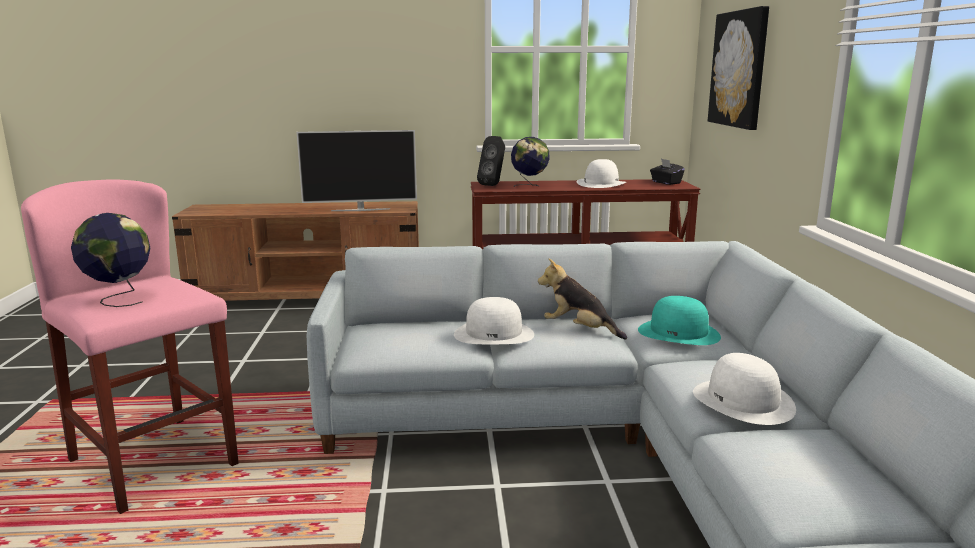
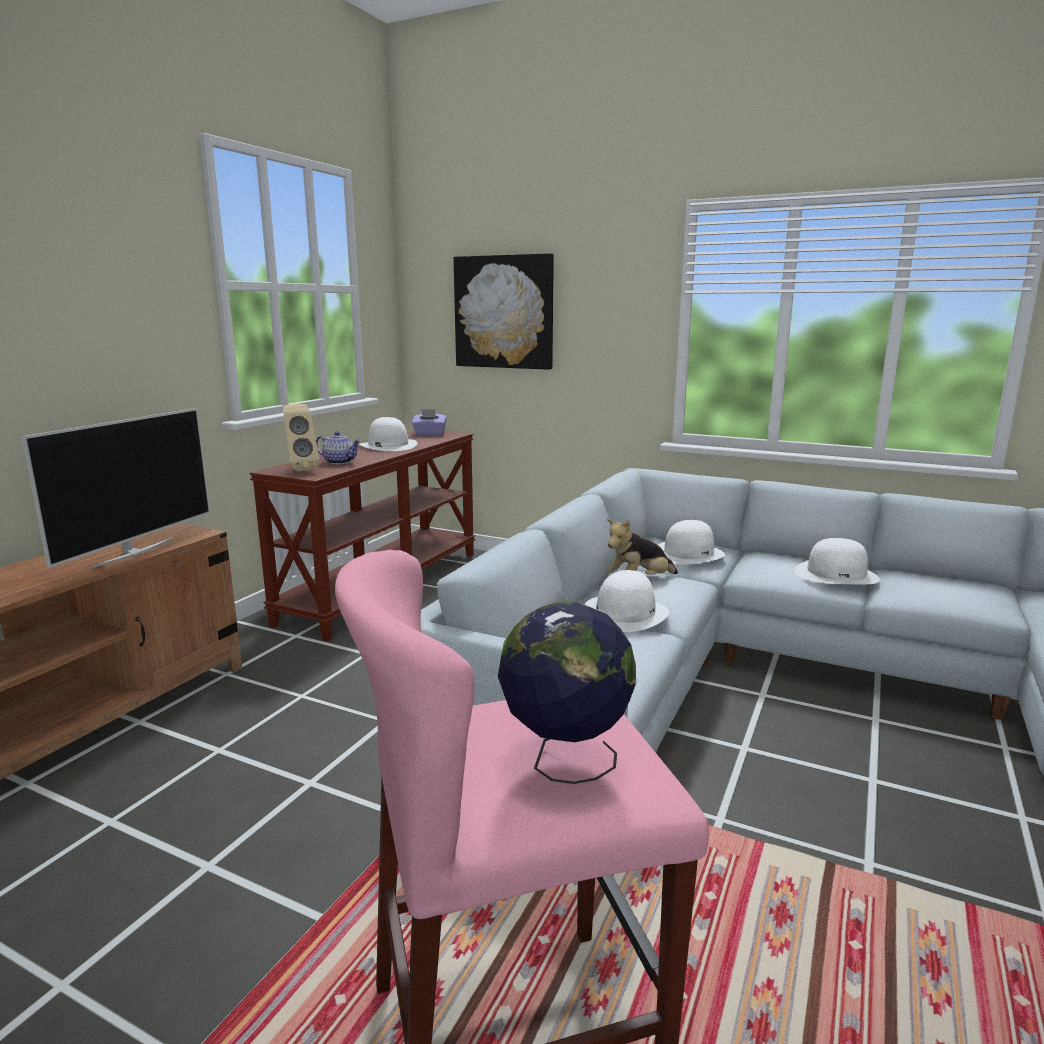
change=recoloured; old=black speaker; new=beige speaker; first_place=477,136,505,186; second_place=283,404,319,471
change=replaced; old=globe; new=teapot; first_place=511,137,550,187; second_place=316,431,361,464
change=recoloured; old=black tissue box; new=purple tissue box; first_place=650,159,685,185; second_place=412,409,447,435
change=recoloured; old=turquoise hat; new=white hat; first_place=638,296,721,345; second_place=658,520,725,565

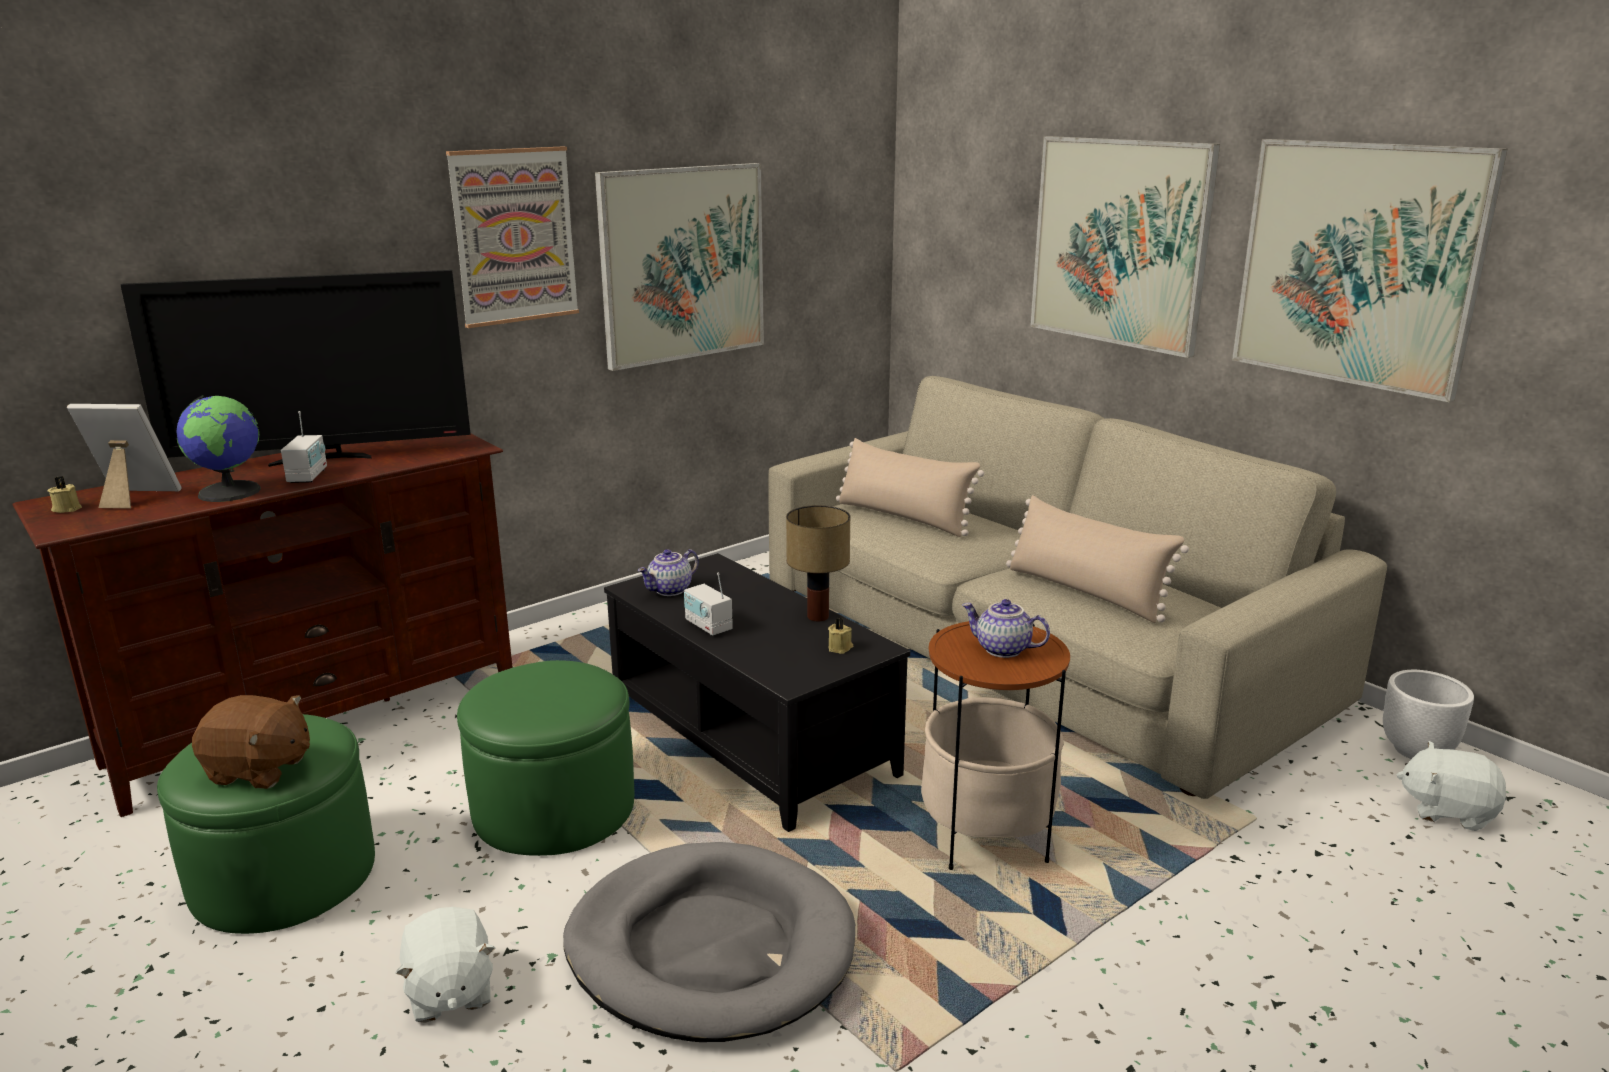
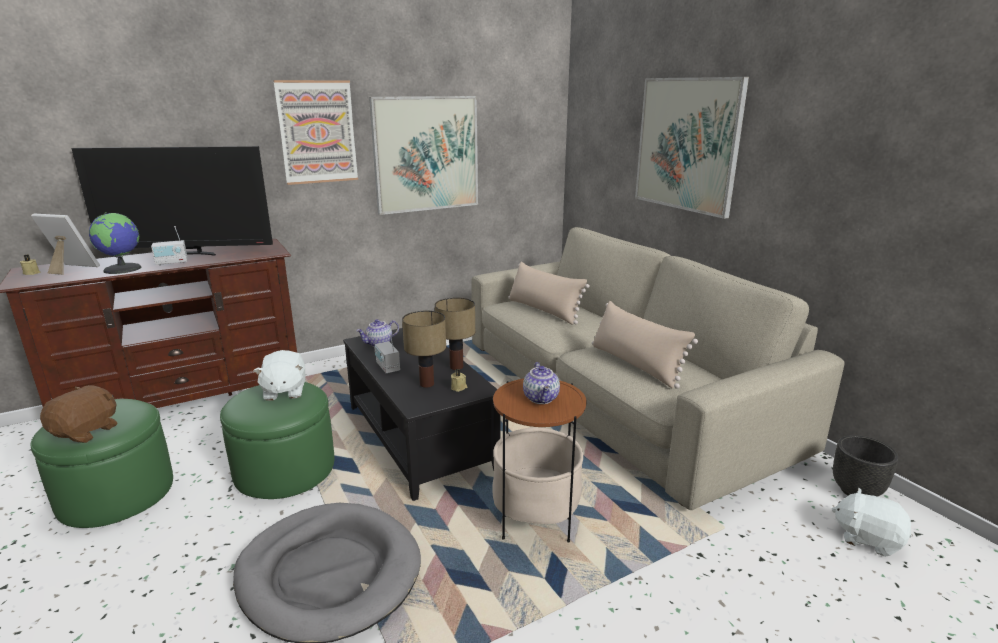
change=removed; old=picture; first_place=1232,139,1508,402
change=turned; old=radio; first_place=281,411,327,483; second_place=151,226,188,266; degrees=60
change=turned; old=teapot; first_place=962,599,1050,658; second_place=523,362,560,404; degrees=-135
change=recoloured; old=white planter; new=black planter; first_place=1383,670,1474,759; second_place=833,435,899,497
change=turned; old=brown plush toy; first_place=192,695,310,789; second_place=40,385,117,443; degrees=-90
change=moved; old=white plush toy; first_place=395,907,495,1023; second_place=253,350,305,401
change=added; new=table lamp; second_place=402,311,446,387

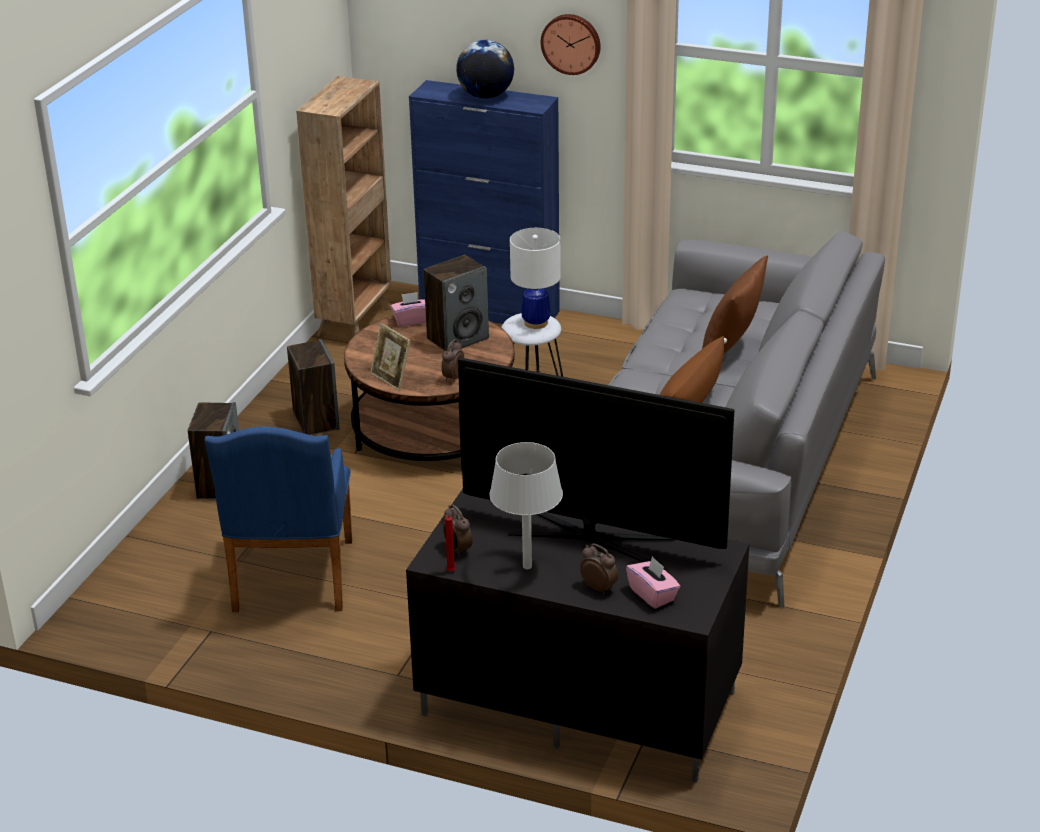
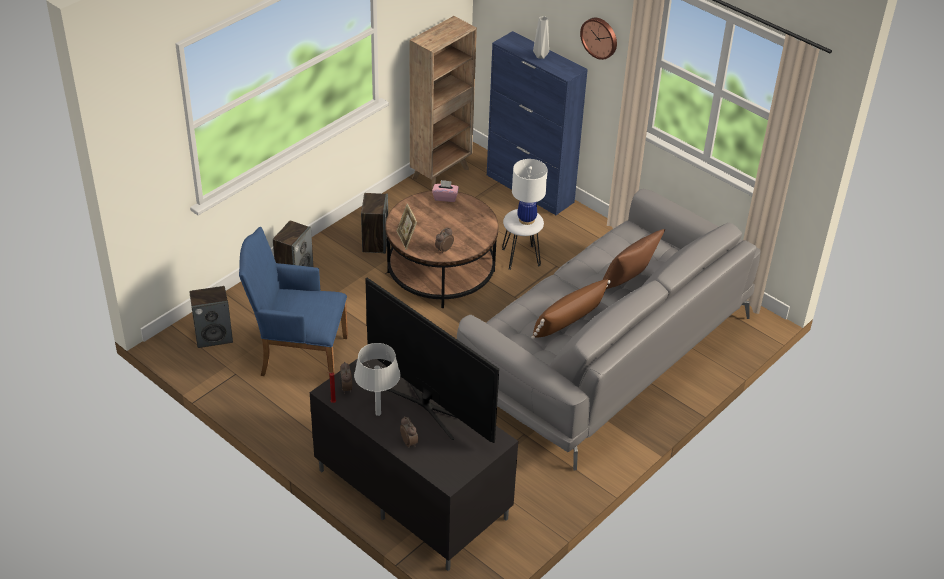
change=replaced; old=globe; new=grey vase; first_place=456,40,514,98; second_place=533,16,549,59
change=moved; old=speaker; first_place=424,255,489,351; second_place=189,286,233,348
change=turned; old=blue armchair; first_place=205,426,352,612; second_place=239,227,348,377; degrees=75
change=removed; old=pink tissue box; first_place=626,556,680,609

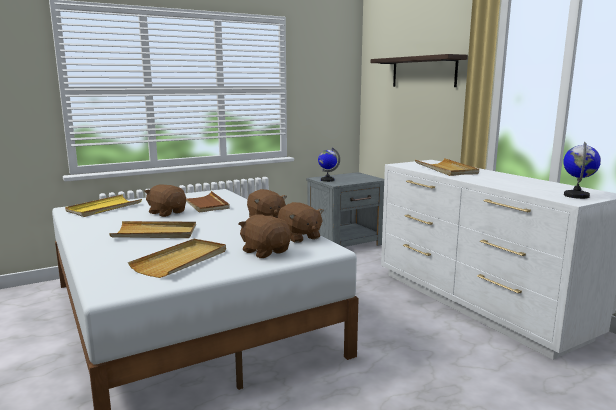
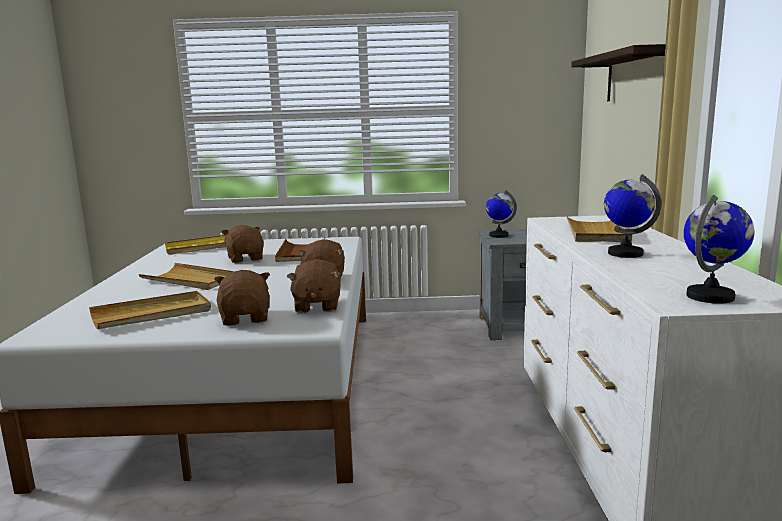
change=added; new=globe; second_place=604,174,661,258

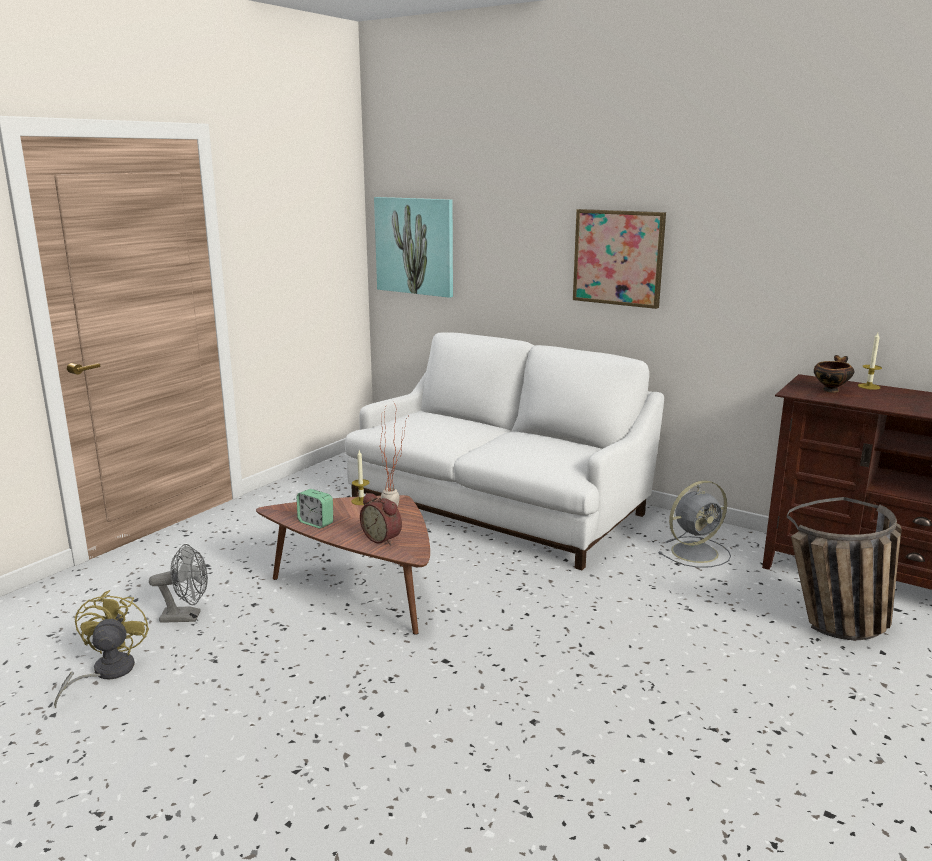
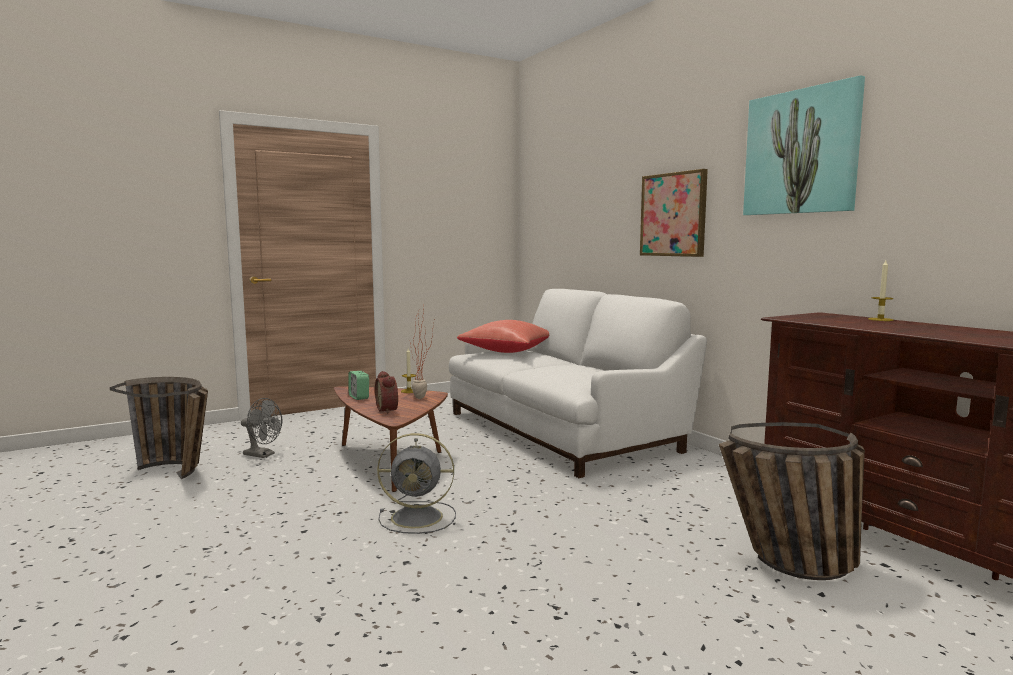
change=moved; old=picture; first_place=374,197,453,298; second_place=743,75,865,215
change=removed; old=bowl; first_place=814,355,854,393
change=moved; old=grey fan; first_place=658,481,731,568; second_place=377,433,456,534
change=replaced; old=yellow fan; new=basket; first_place=54,590,149,708; second_place=110,377,208,479
change=added; new=red pillow; second_place=457,320,549,353

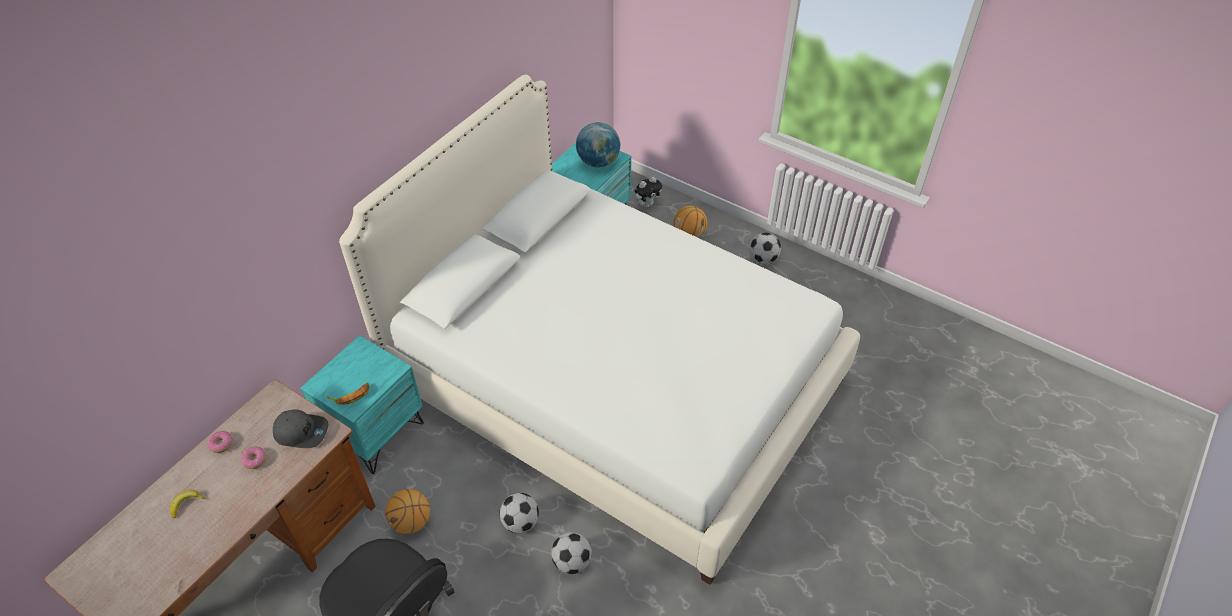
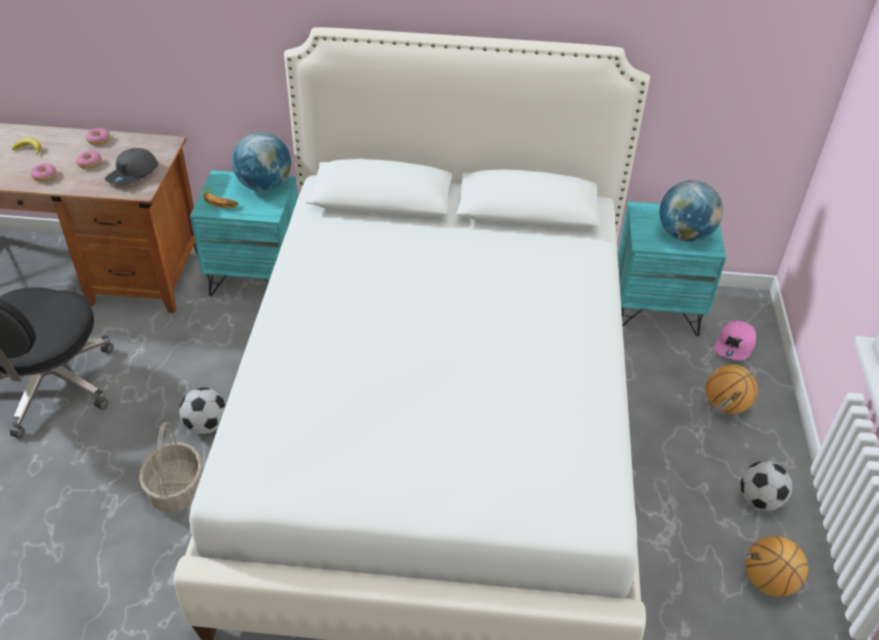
change=replaced; old=plush toy; new=pink cap; first_place=635,176,662,208; second_place=714,321,756,360
change=turned; old=grey cap; first_place=273,409,328,448; second_place=105,148,158,185; degrees=45
change=moved; old=basketball; first_place=385,489,430,534; second_place=746,536,808,597
change=replaced; old=football; new=basket; first_place=551,532,592,574; second_place=139,422,203,512
change=added; new=globe; second_place=232,132,291,192
change=added; new=donut; second_place=30,163,57,182

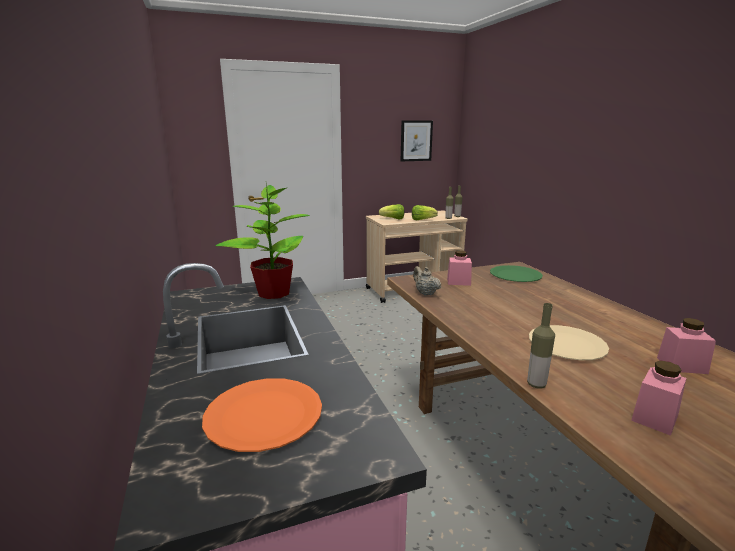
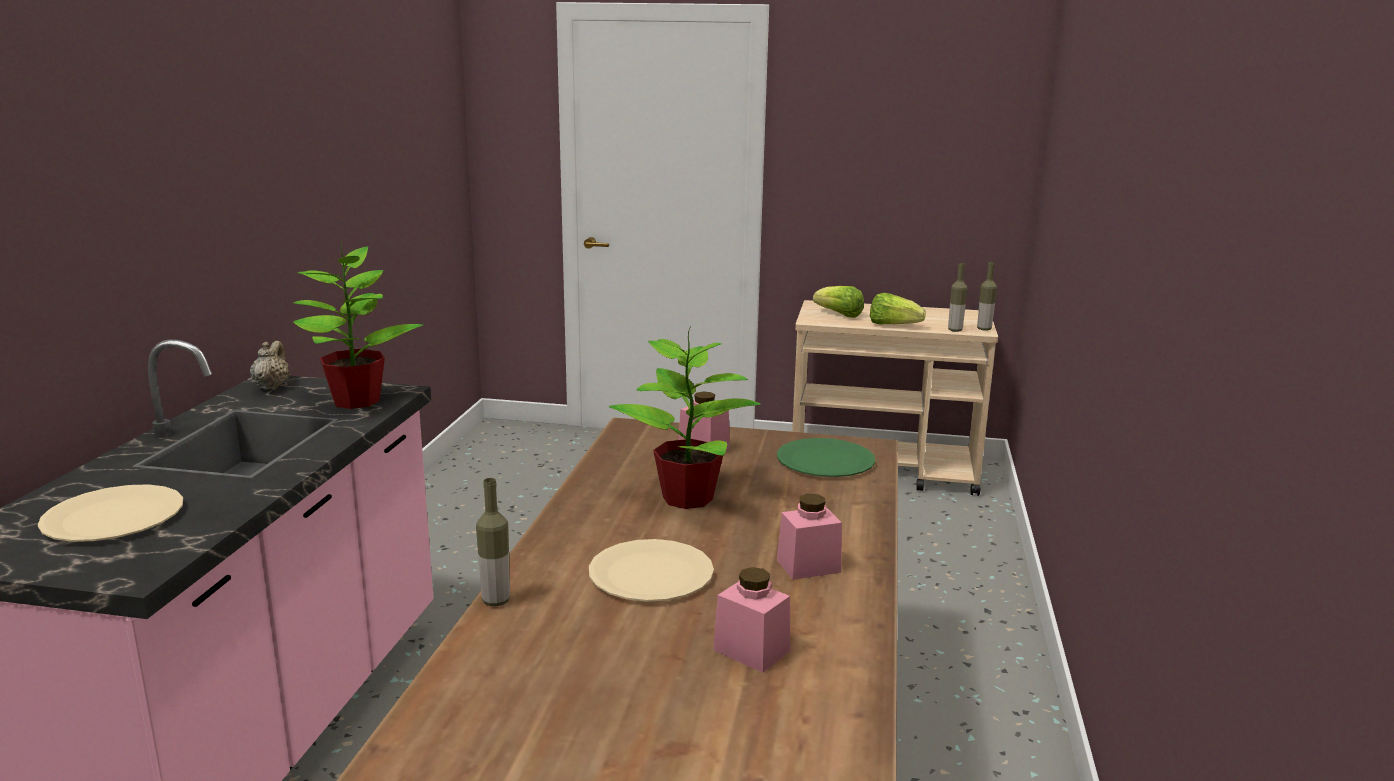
change=removed; old=picture; first_place=401,120,433,161
change=moved; old=beige teapot; first_place=413,266,441,295; second_place=250,341,290,390
change=moved; old=pink jar; first_place=631,360,686,436; second_place=777,494,842,580
change=recoloured; old=orange plate; new=beige plate; first_place=202,378,322,452; second_place=38,484,183,542
change=added; new=potted plant; second_place=609,326,760,509

